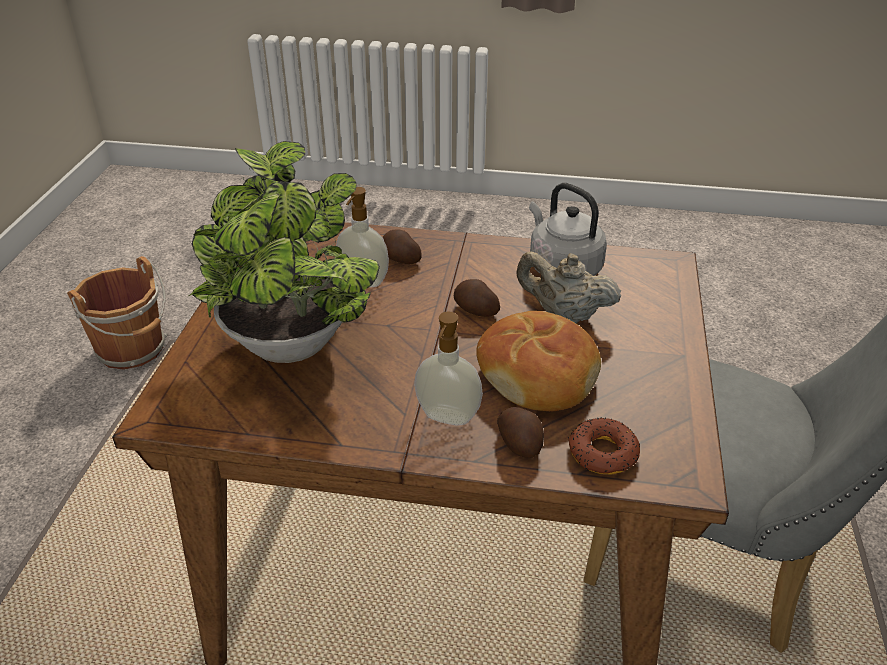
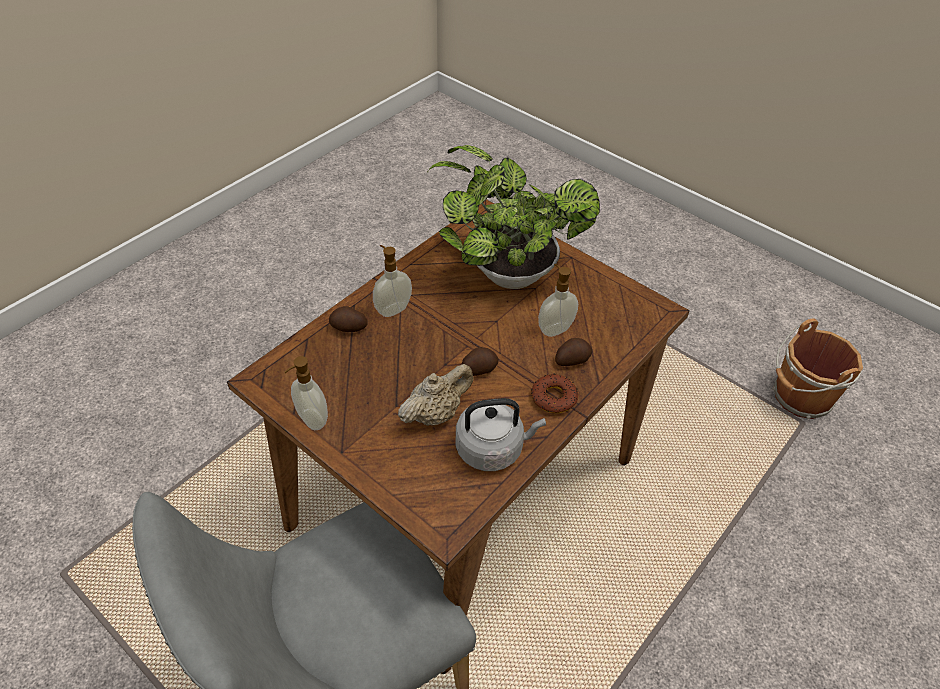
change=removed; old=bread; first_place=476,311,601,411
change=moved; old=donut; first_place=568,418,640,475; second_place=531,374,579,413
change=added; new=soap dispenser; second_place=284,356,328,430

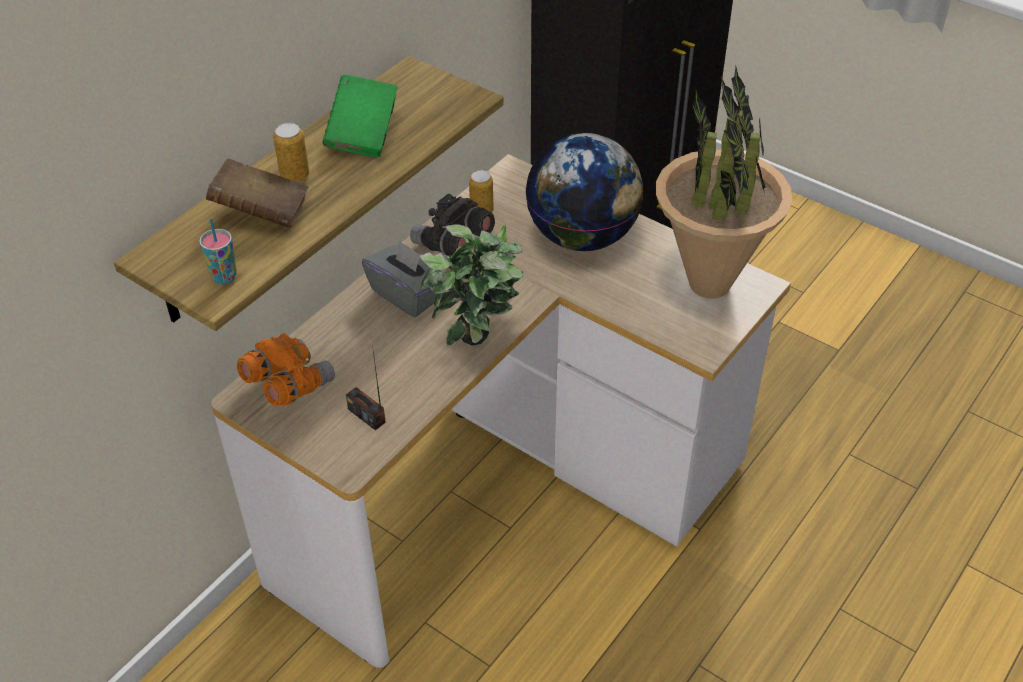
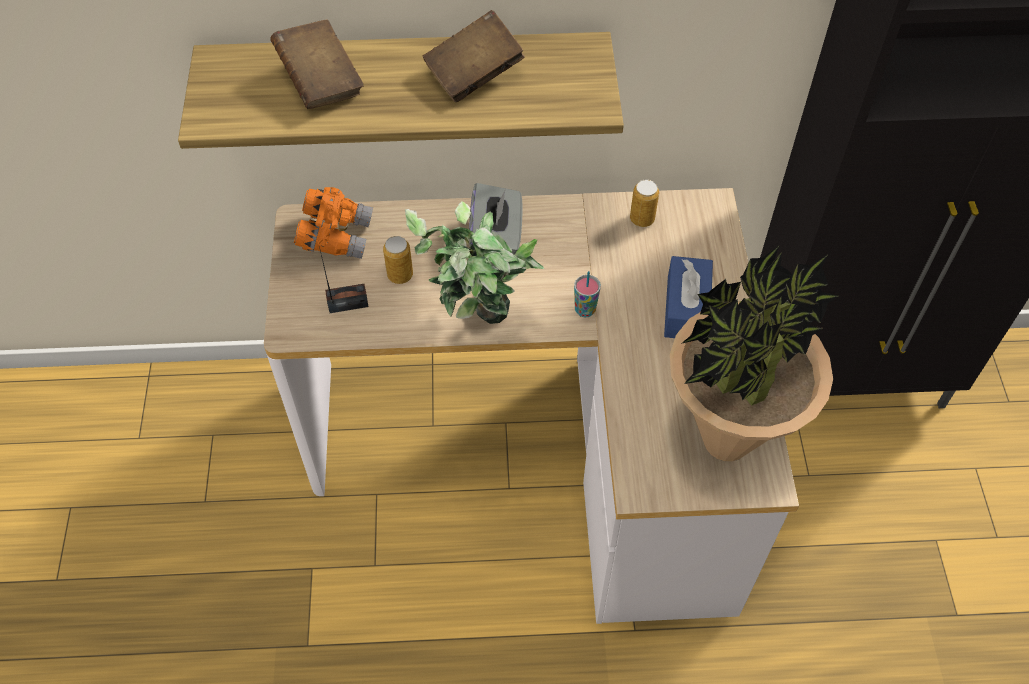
change=recoloured; old=green book; new=brown book; first_place=323,75,398,157; second_place=423,10,525,102
change=moved; old=can; first_place=273,123,309,182; second_place=383,236,413,284
change=replaced; old=globe; new=blue tissue box; first_place=525,133,644,251; second_place=664,256,713,338
change=removed; old=grey binoculars; first_place=410,193,495,256
change=moved; old=cup; first_place=199,219,237,285; second_place=574,271,601,318
change=turned; old=radio; first_place=346,344,386,430; second_place=319,246,369,313; degrees=75

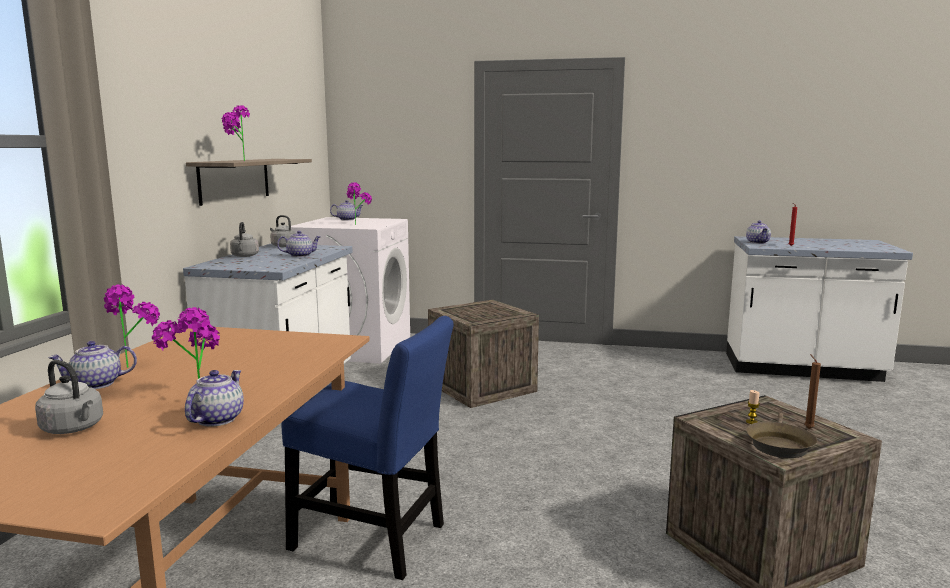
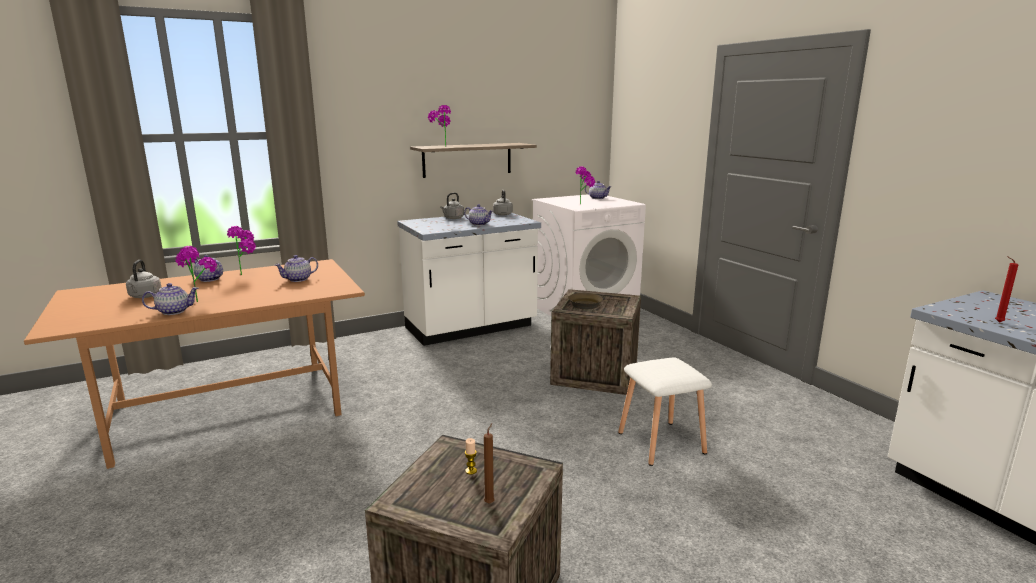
change=moved; old=teapot; first_place=746,220,771,244; second_place=275,255,318,282
change=removed; old=blue chair; first_place=281,316,454,580
change=moved; old=brown frying pan; first_place=746,413,817,458; second_place=568,293,626,309
change=added; new=white stool; second_place=618,357,712,466

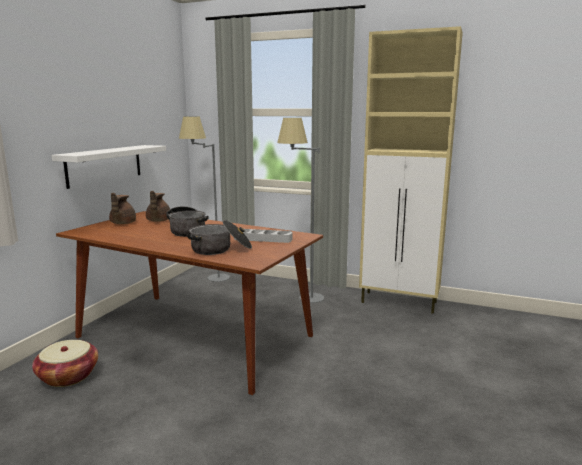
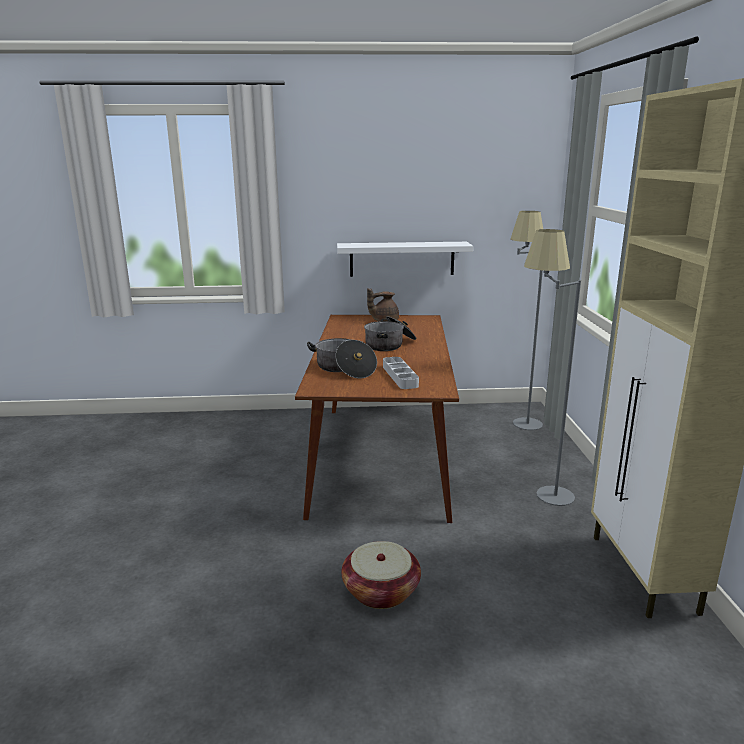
change=removed; old=brown teapot; first_place=146,191,170,222
change=moved; old=basket; first_place=32,340,98,387; second_place=342,541,421,609

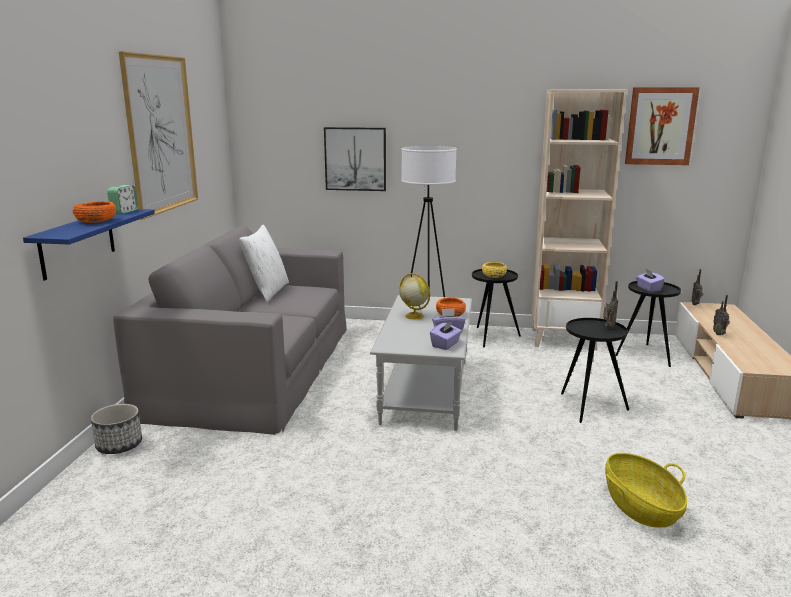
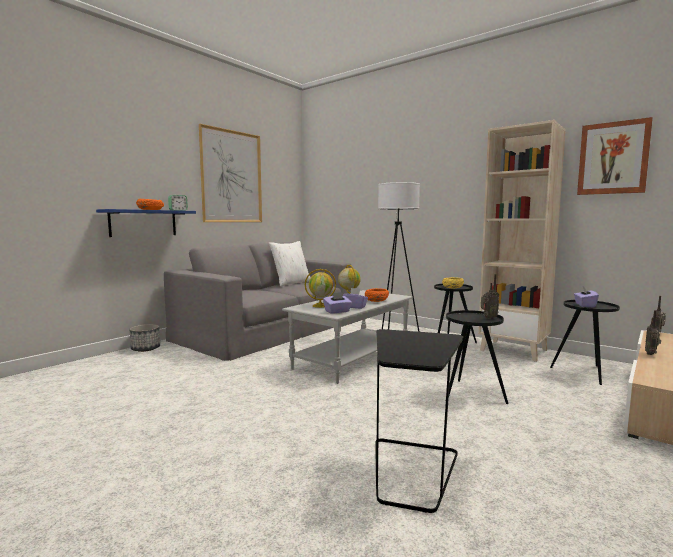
change=removed; old=picture; first_place=324,127,386,191
change=replaced; old=basket; new=black side table; first_place=605,453,687,528; second_place=375,329,463,513
change=added; new=globe; second_place=305,269,336,308

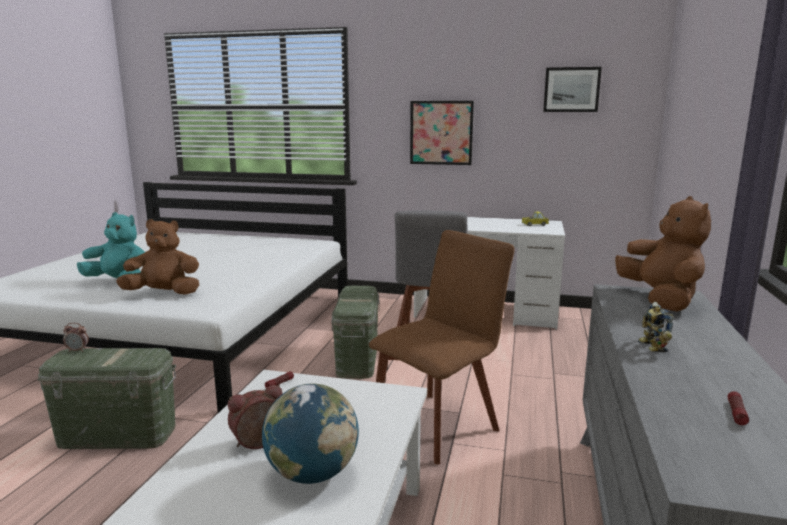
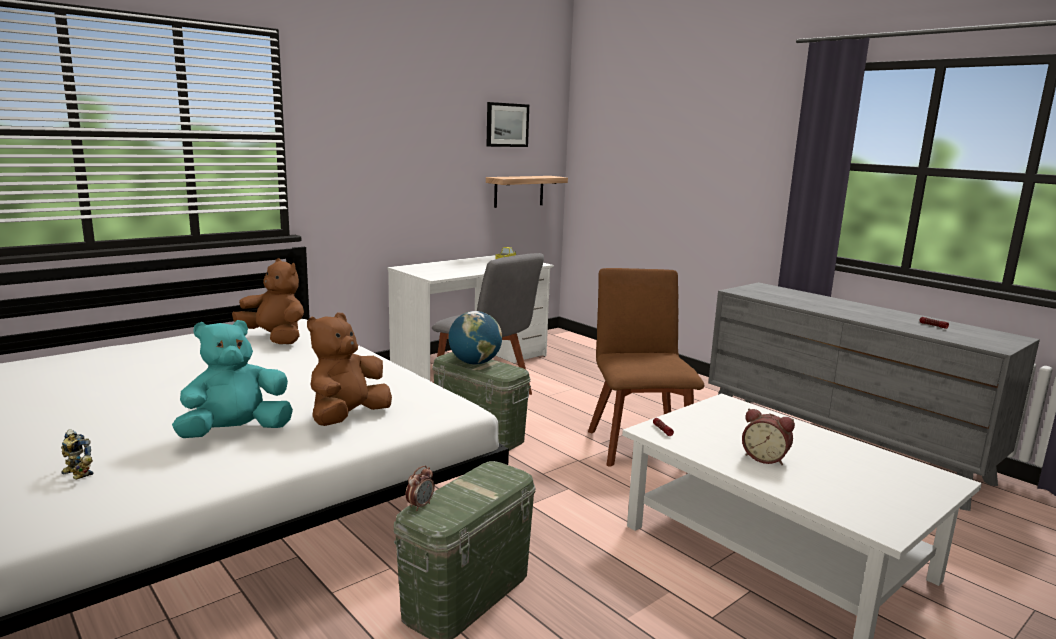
change=removed; old=picture; first_place=410,101,474,165
change=moved; old=brown plush toy; first_place=615,196,711,312; second_place=232,258,304,344
change=moved; old=toy robot; first_place=638,302,674,352; second_place=61,429,94,480
change=moved; old=globe; first_place=262,383,359,484; second_place=449,311,502,364
change=turned; old=alarm clock; first_place=228,384,283,449; second_place=742,409,795,465; degrees=-60
change=added; new=shelf; second_place=486,176,568,208

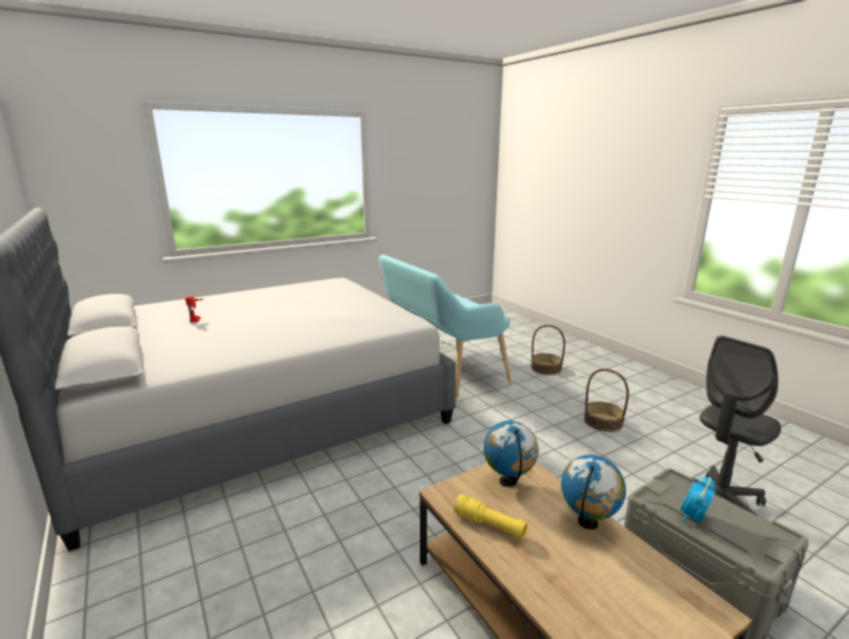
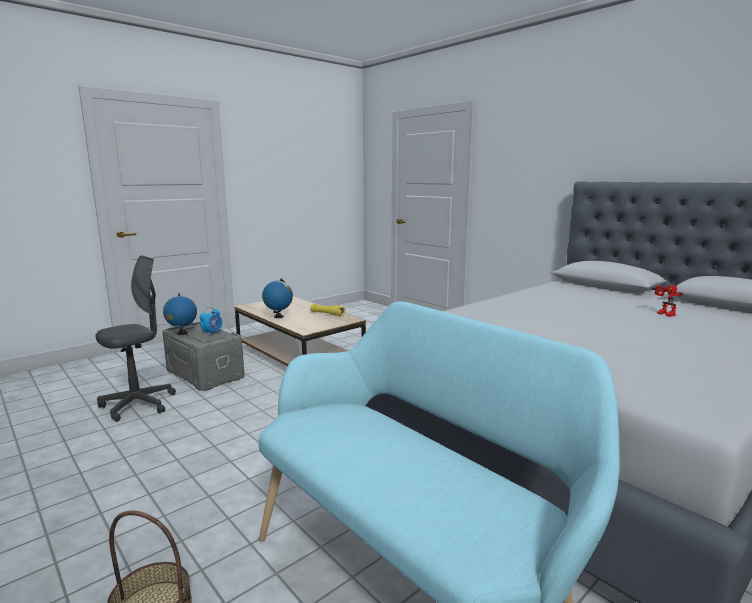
change=removed; old=basket; first_place=584,369,629,432
change=moved; old=globe; first_place=483,421,538,487; second_place=163,293,197,335

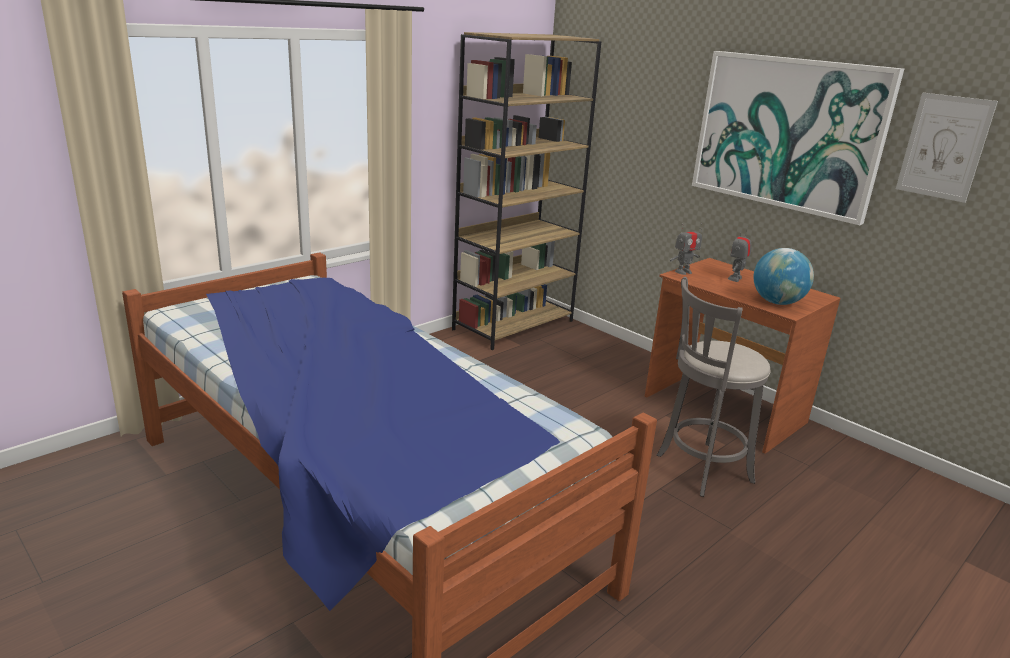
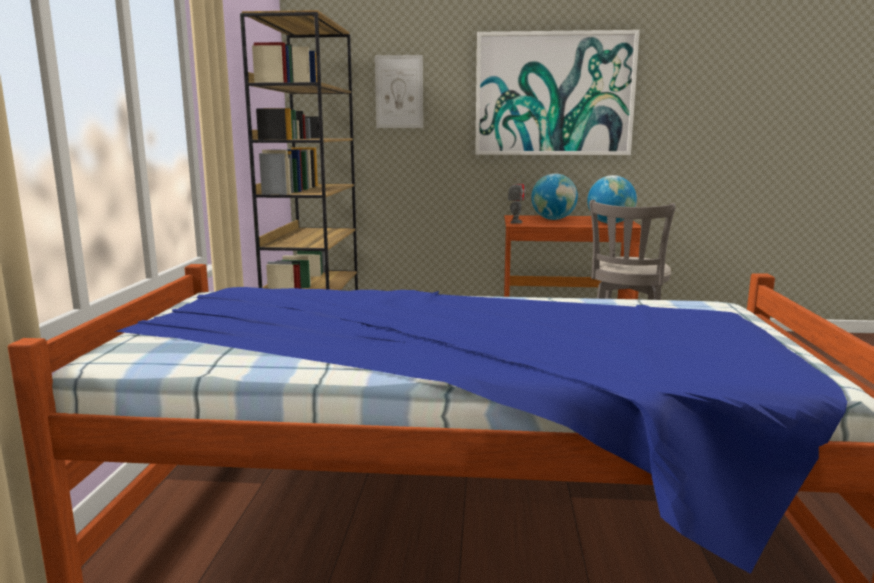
change=moved; old=picture; first_place=896,93,998,203; second_place=375,55,423,128
change=replaced; old=toy robot; new=globe; first_place=728,226,752,282; second_place=531,173,578,220

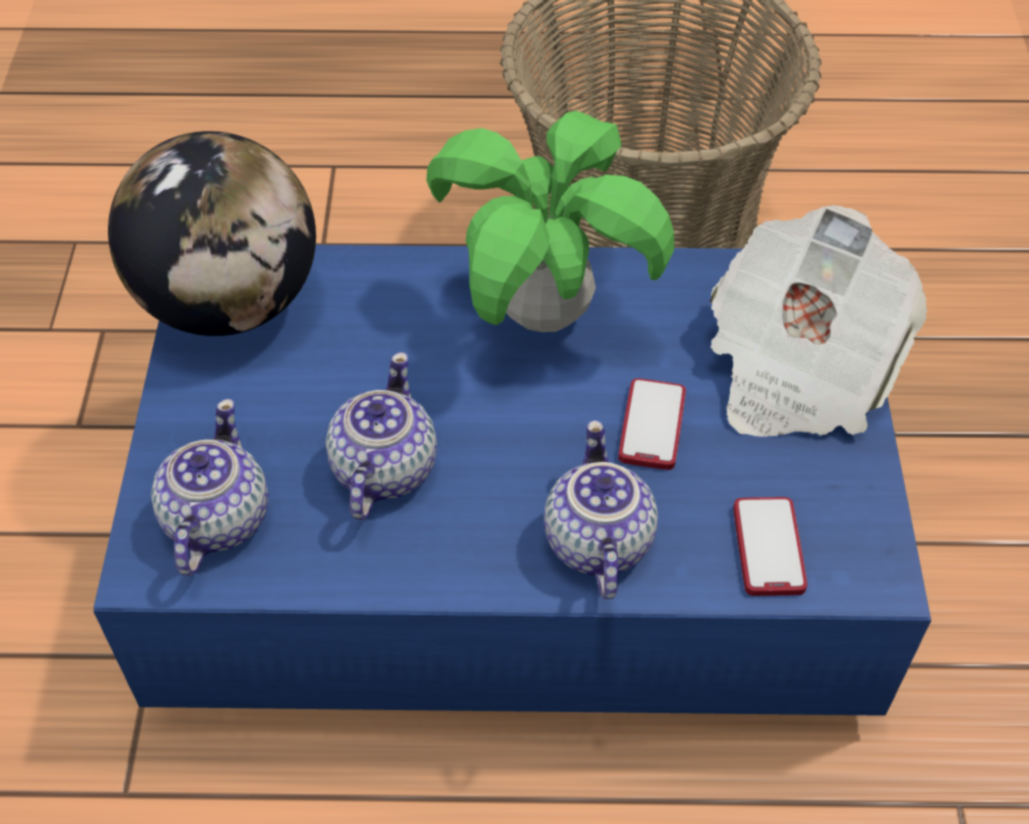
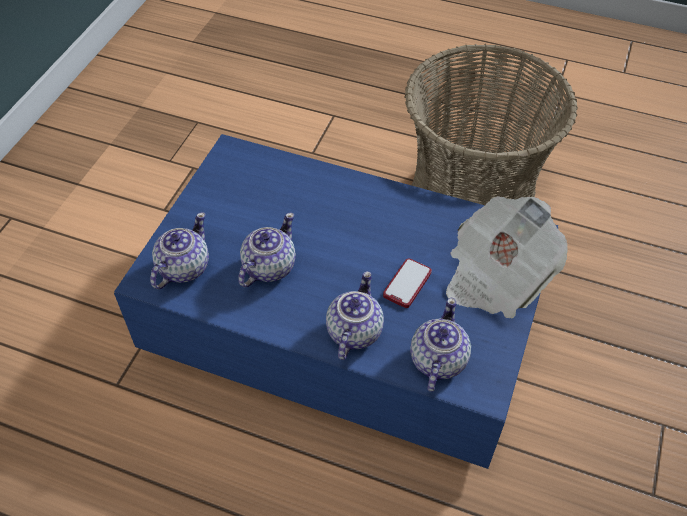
change=removed; old=potted plant; first_place=426,111,674,332
change=removed; old=globe; first_place=108,131,316,336
change=replaced; old=phone; new=teapot; first_place=733,497,807,596; second_place=410,298,471,392

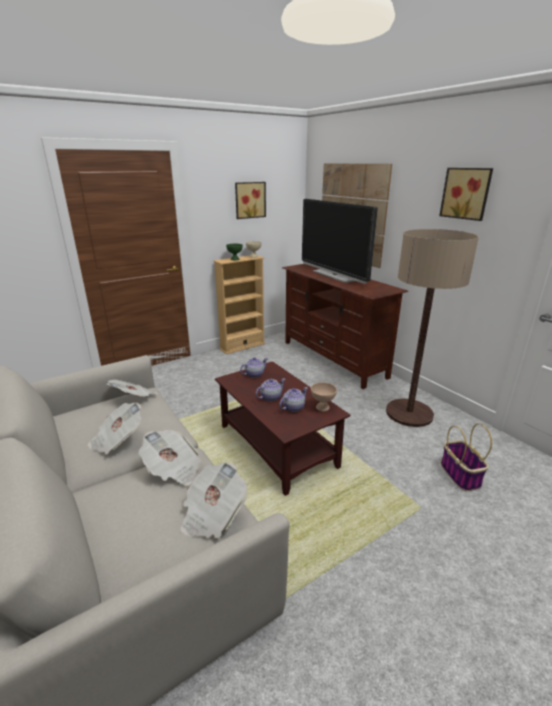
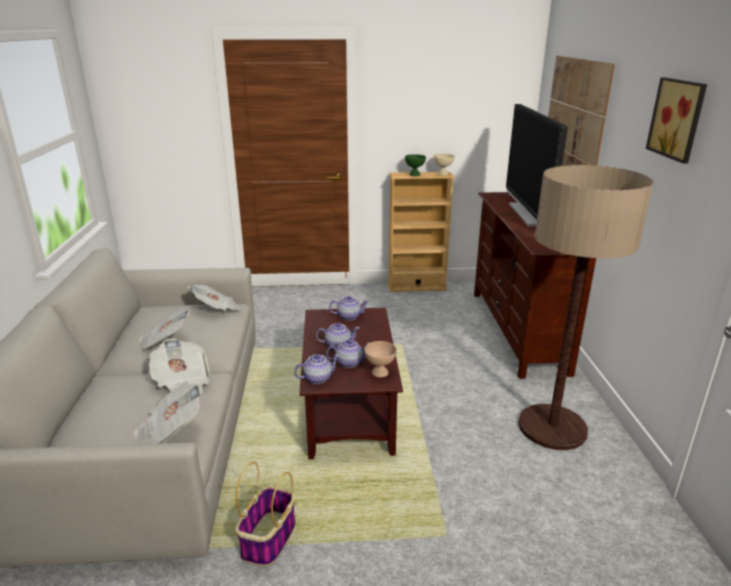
change=removed; old=picture; first_place=235,182,266,219
change=moved; old=basket; first_place=441,423,492,491; second_place=236,462,296,566
change=added; new=teapot; second_place=294,354,339,384

